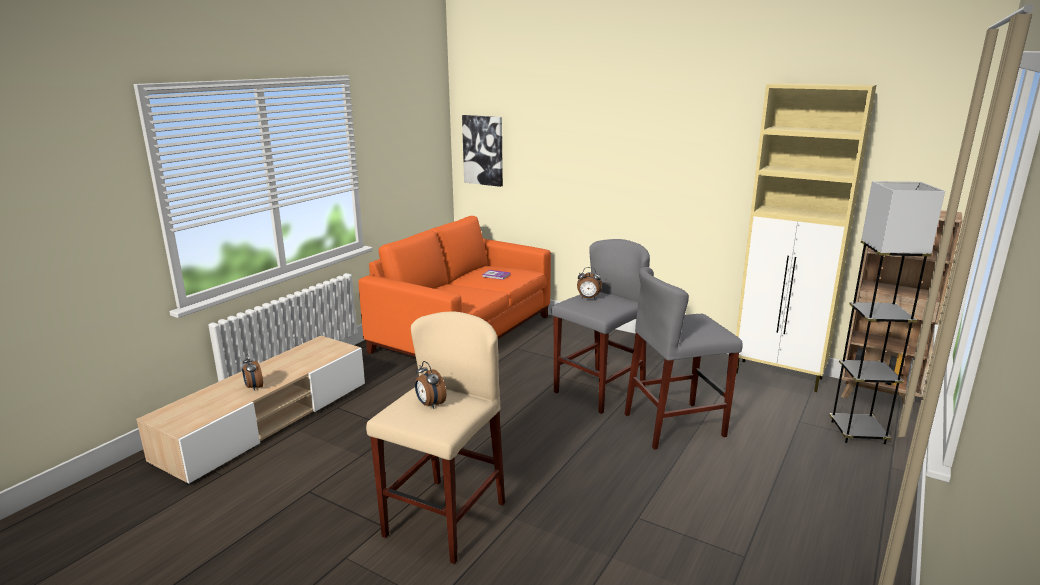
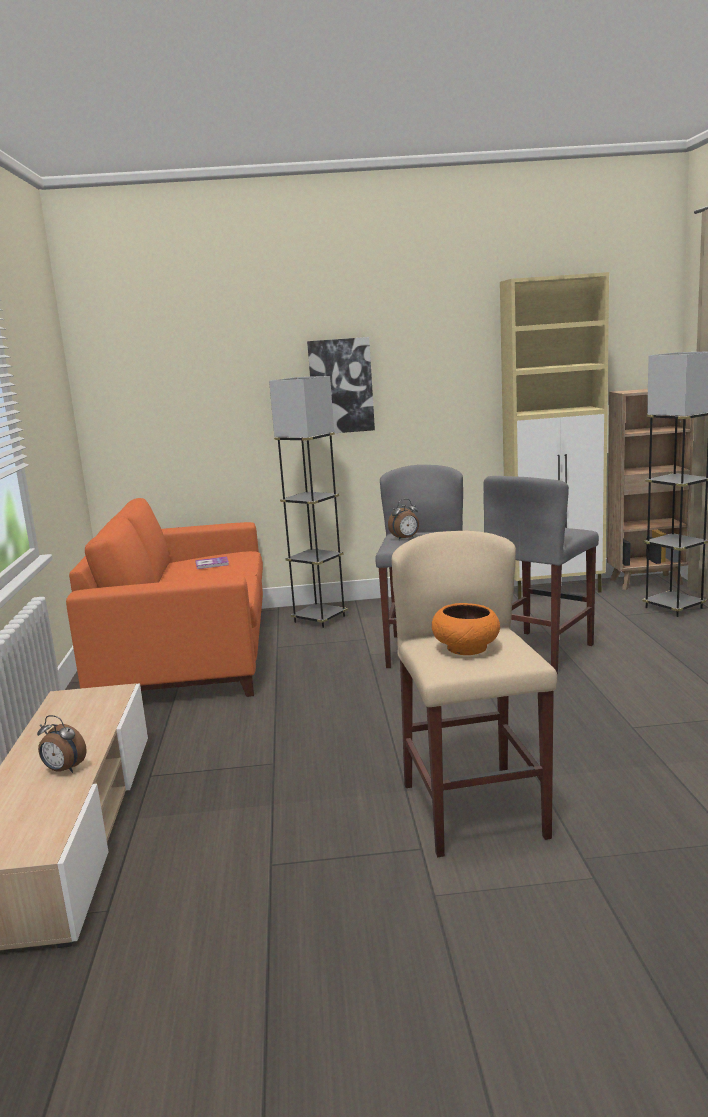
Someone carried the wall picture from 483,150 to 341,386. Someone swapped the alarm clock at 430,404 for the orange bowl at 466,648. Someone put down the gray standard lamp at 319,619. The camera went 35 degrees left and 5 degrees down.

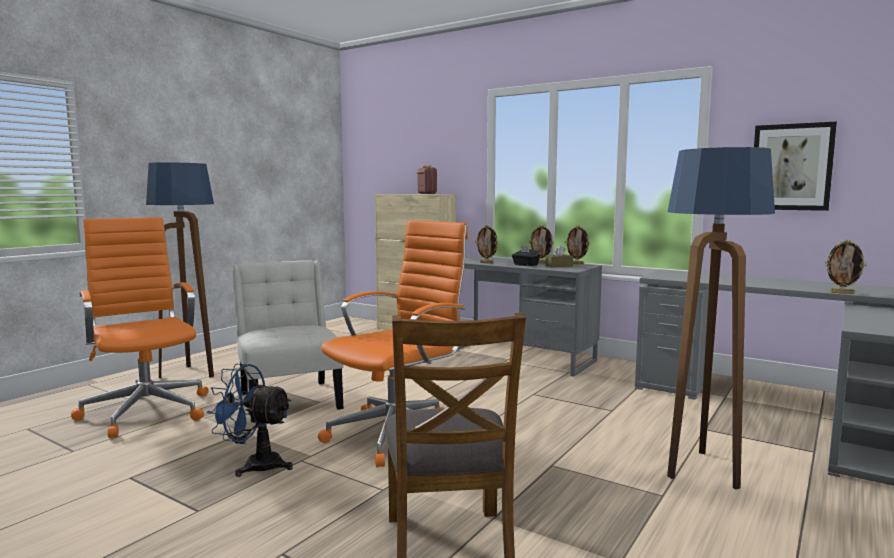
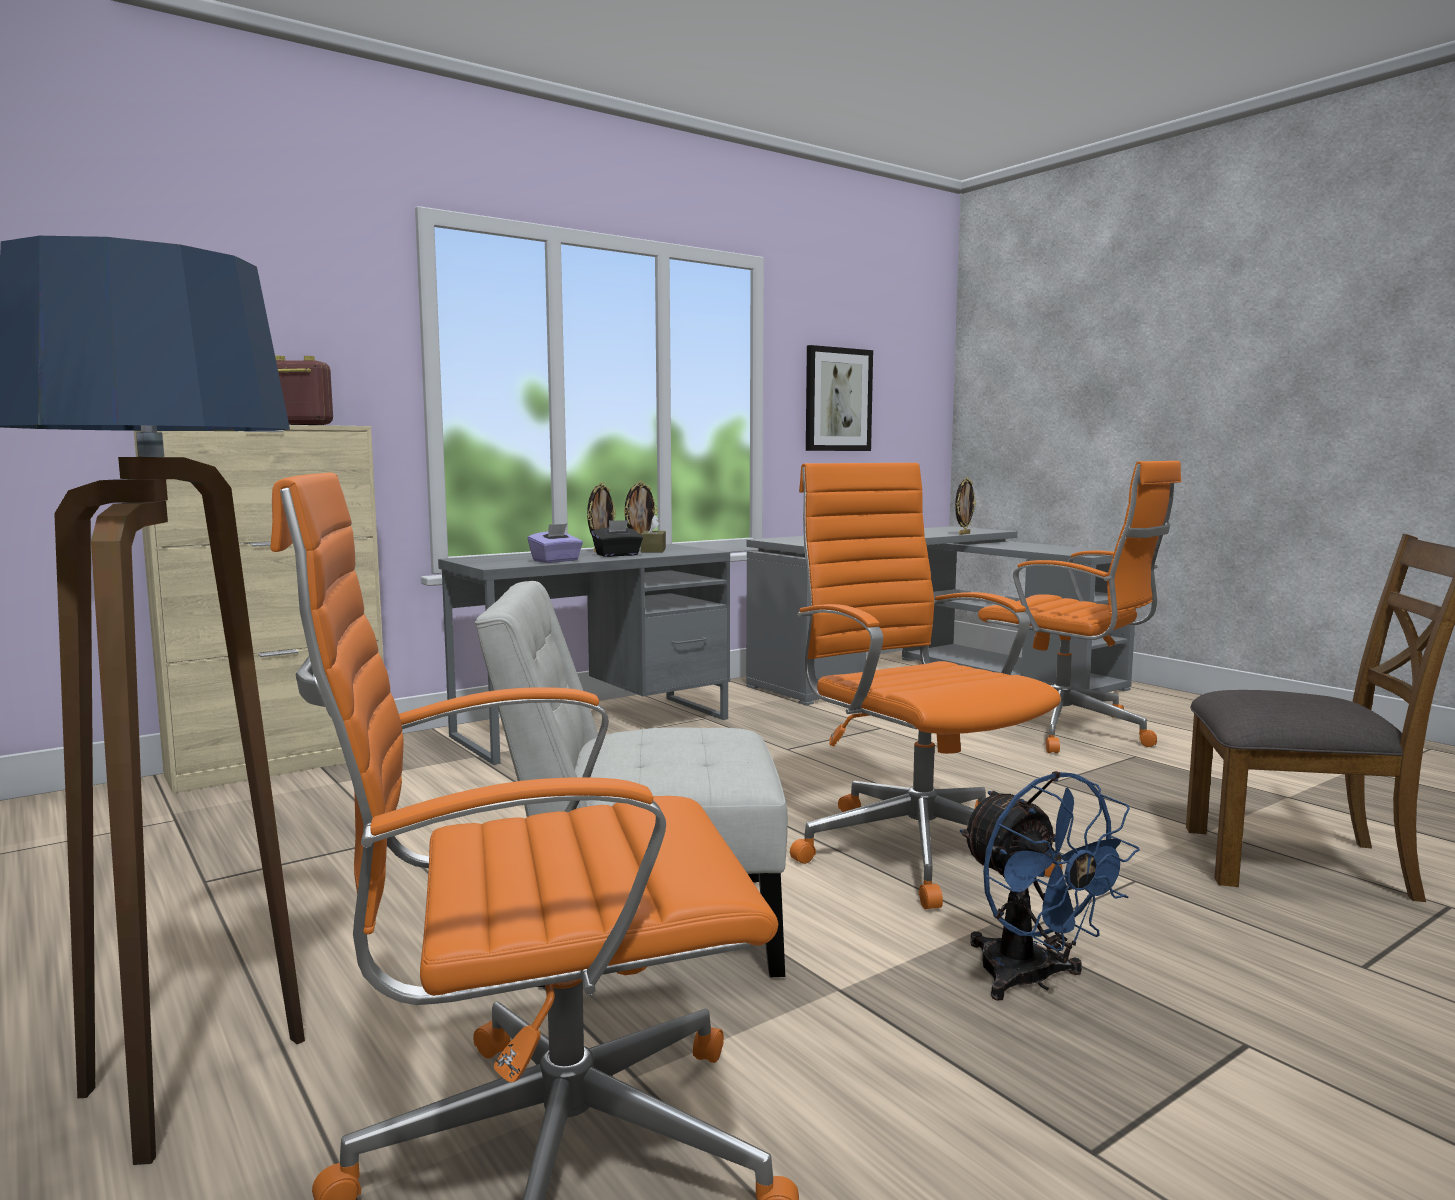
Someone swapped the standard lamp at 702,468 for the orange office chair at 1067,731. Someone swapped the photo frame at 486,263 for the purple-coloured tissue box at 556,561. Someone rotated the blue fan at 255,465 by 60 degrees counterclockwise. The camera went 70 degrees left and 0 degrees up.

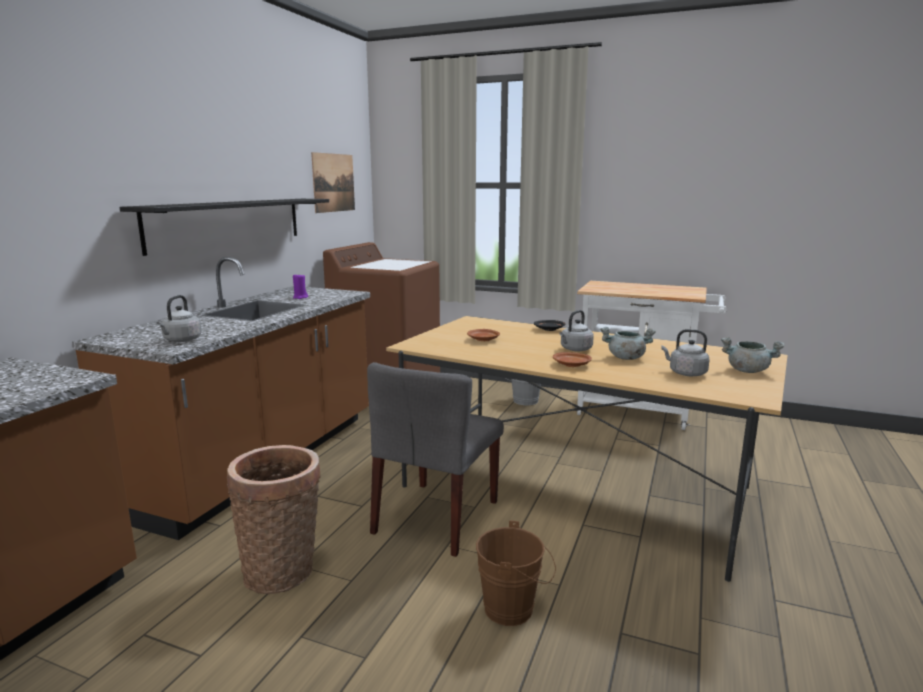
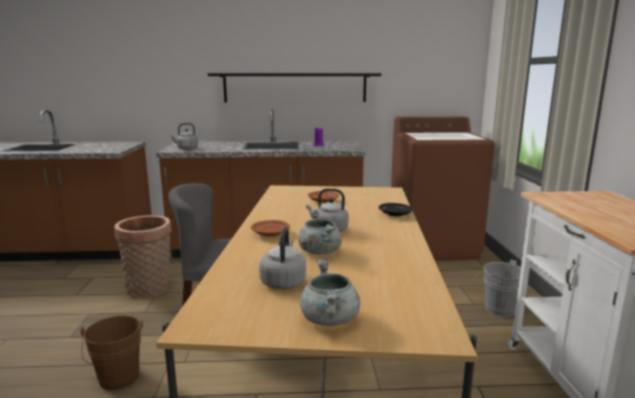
Someone took away the wall picture at 333,182. The camera went 65 degrees right and 0 degrees up.

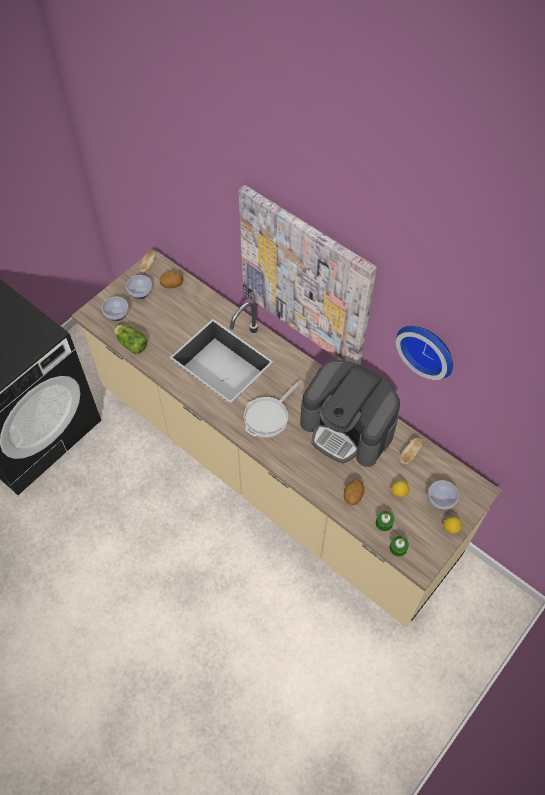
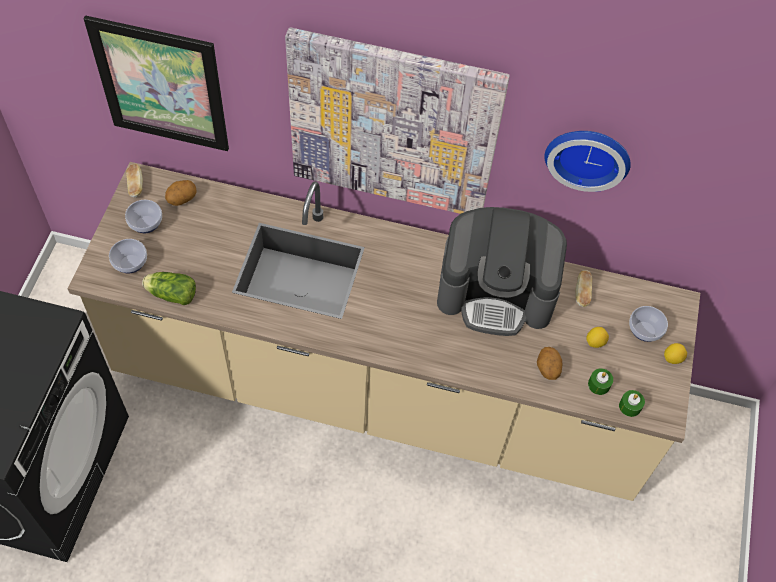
Someone took away the skillet at 268,416. Someone put up the wall picture at 161,85. The camera went 30 degrees left and 0 degrees up.

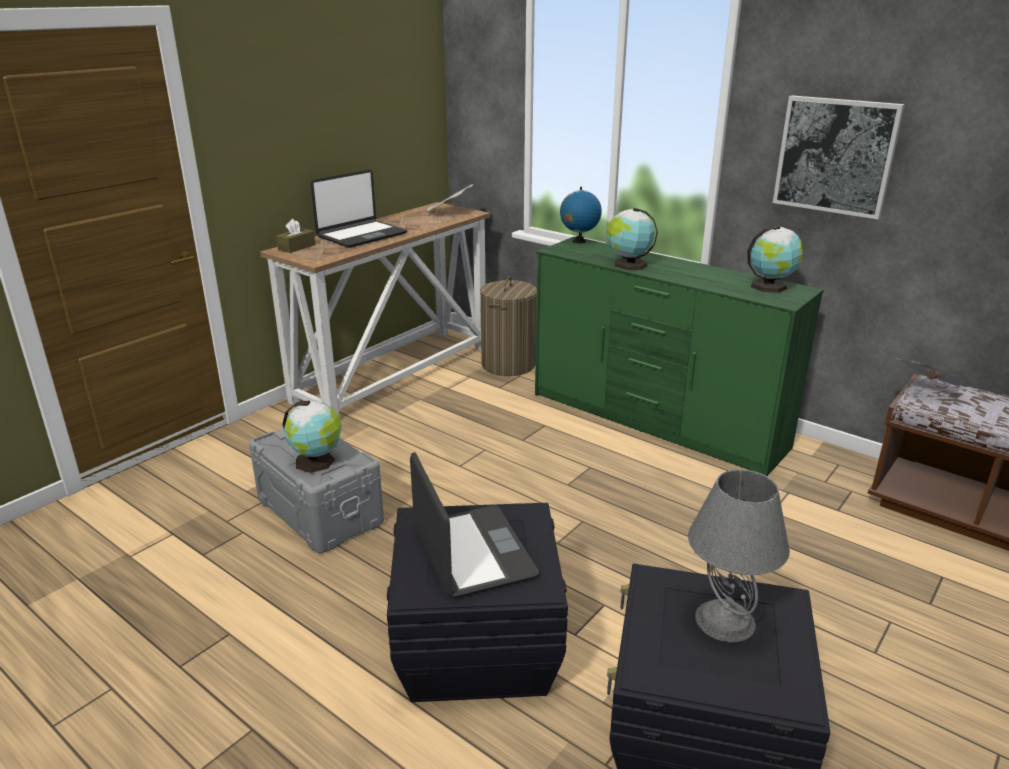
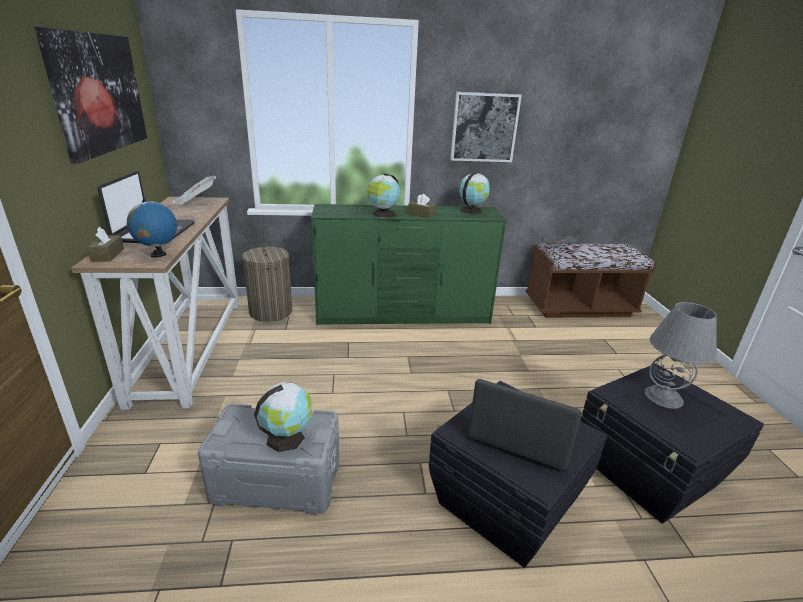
Someone carried the world globe from 579,241 to 158,255. Someone put up the wall picture at 98,93. Someone put down the brown-coloured tissue box at 421,214. The camera went 45 degrees left and 0 degrees up.

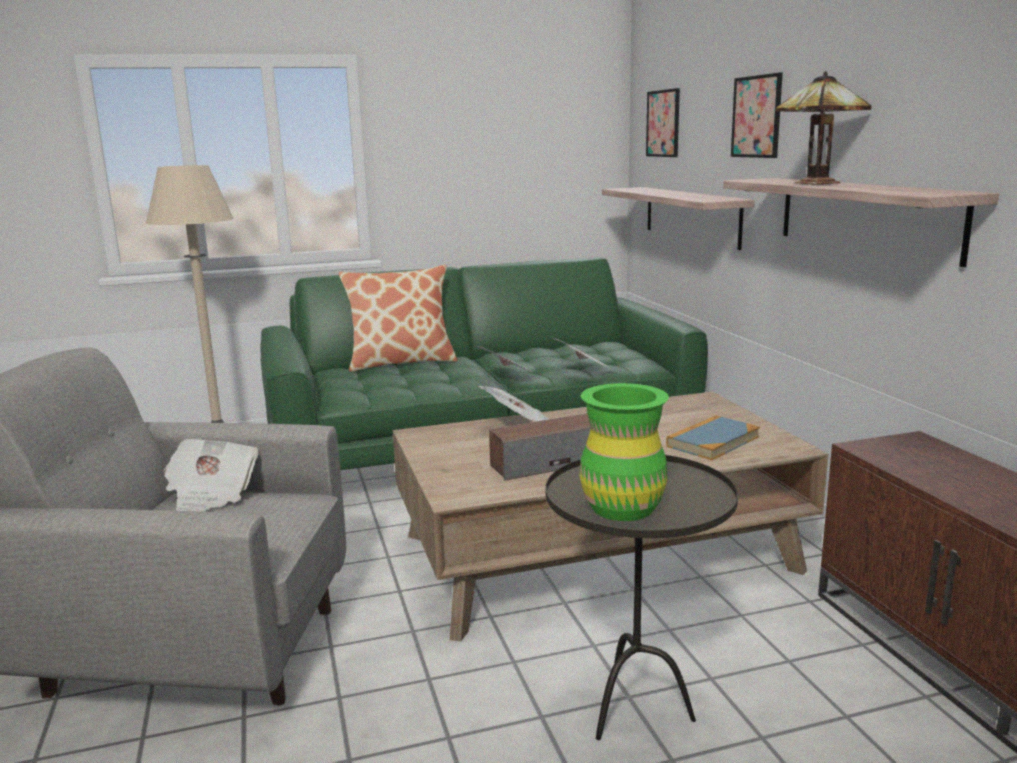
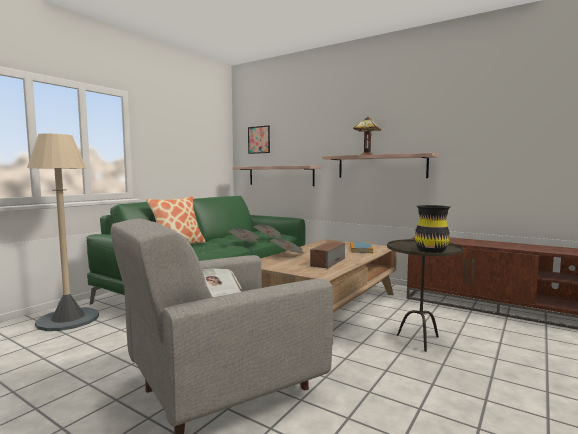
Someone took away the wall picture at 756,117. Someone repainted the green-coloured decorative vase at 622,507, which became the blackish decorative vase at 431,250. The camera went 40 degrees left and 10 degrees down.

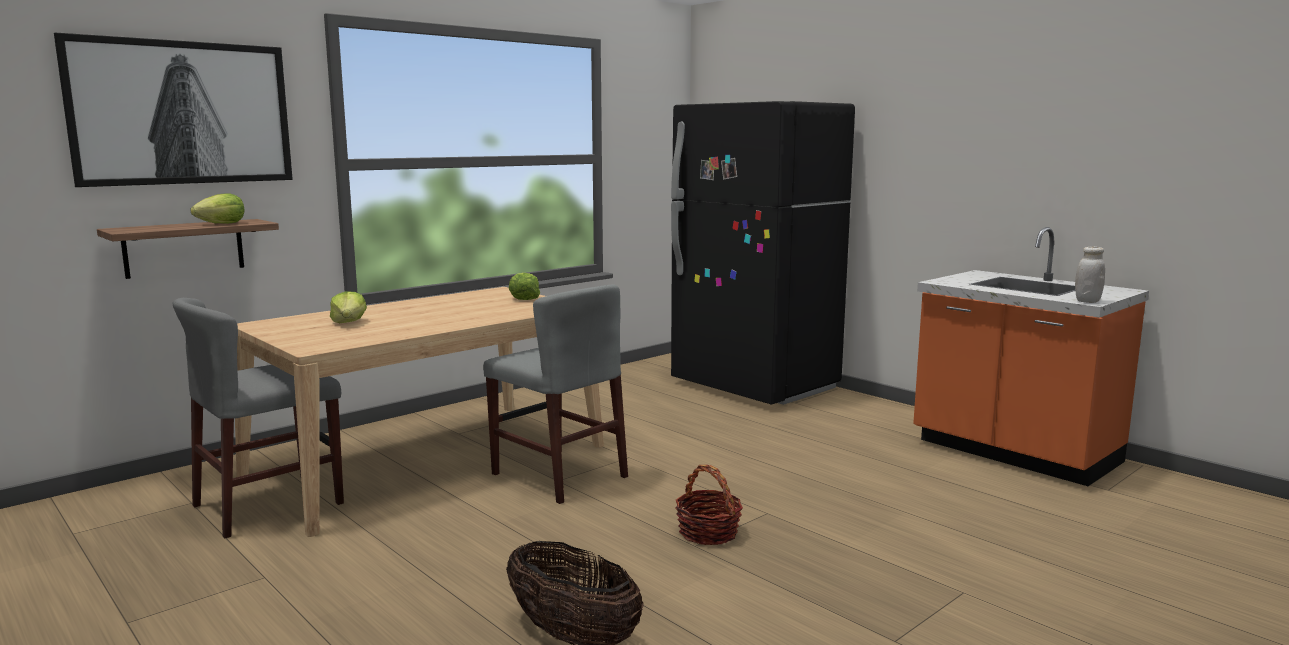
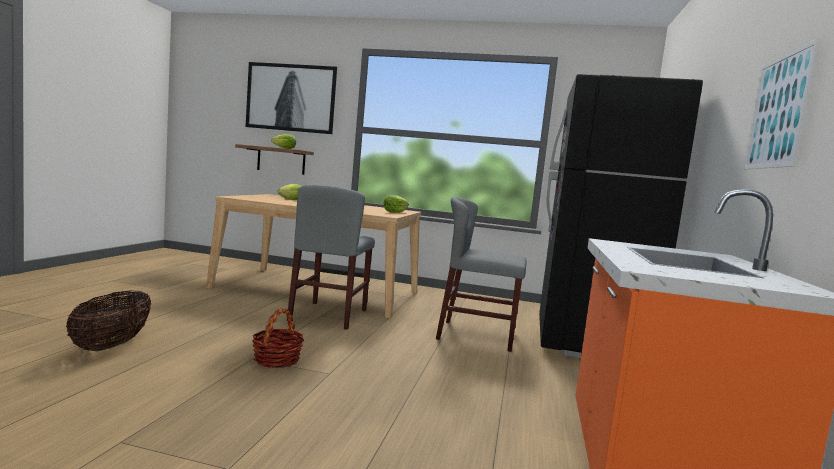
Someone took away the whitish jar at 1087,301. Someone carried the gray plain chair from 269,504 to 476,335. Someone put up the wall picture at 778,111. The camera went 55 degrees right and 5 degrees down.

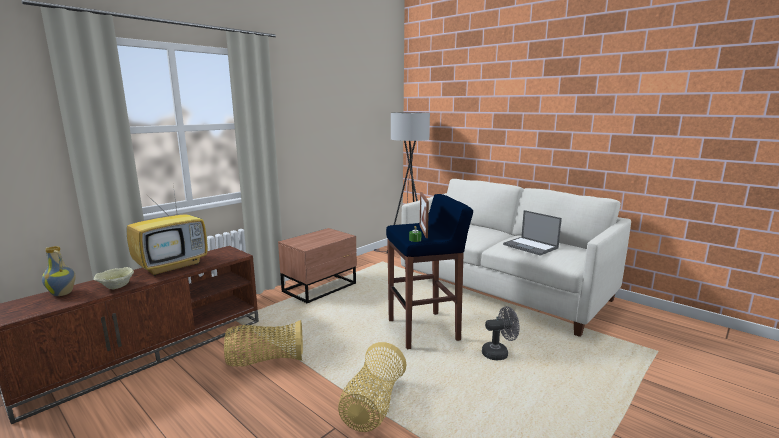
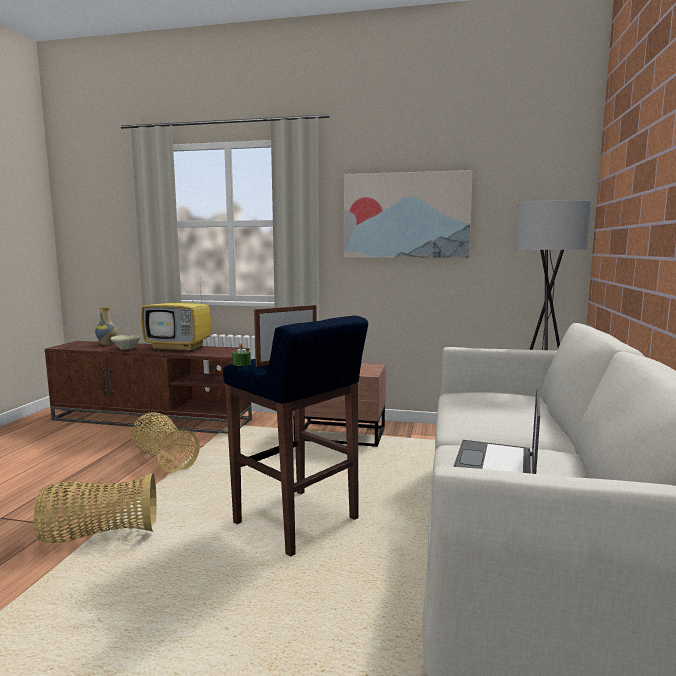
Someone took away the gray fan at 499,353. Someone put up the wall picture at 406,216. The camera went 60 degrees right and 5 degrees down.

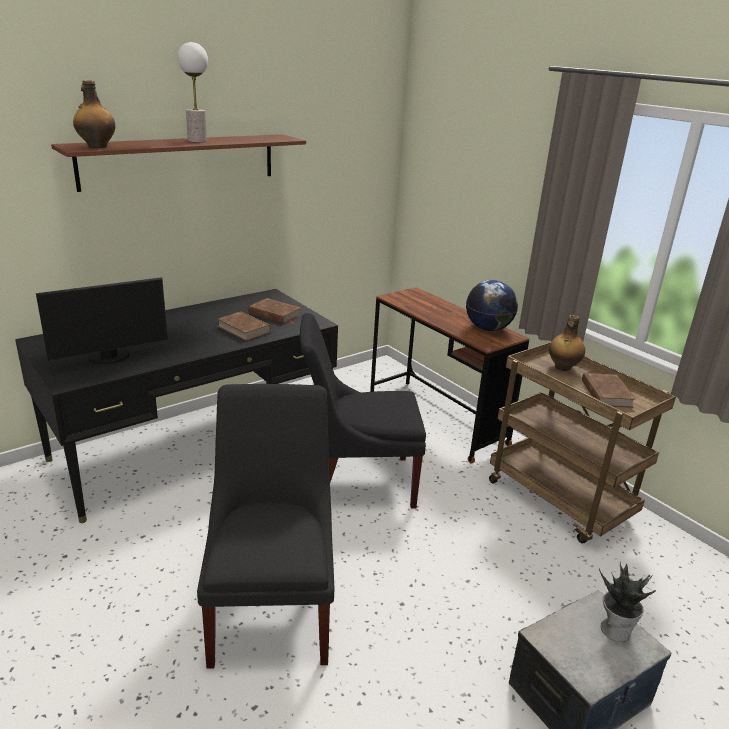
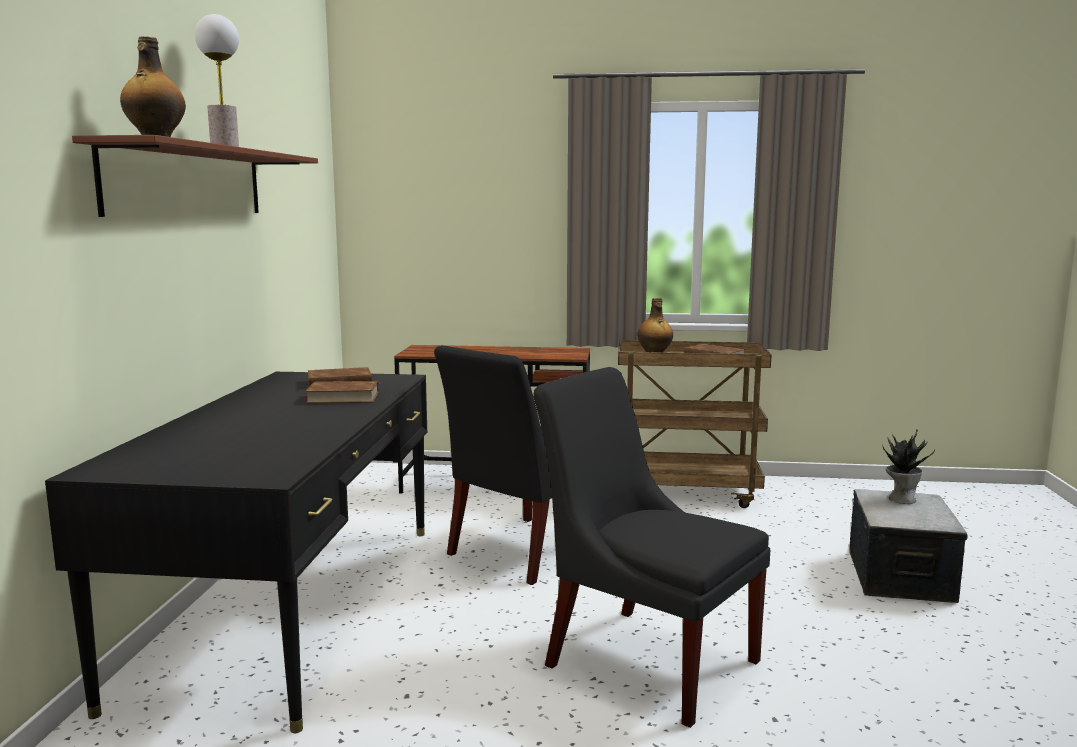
Someone took away the computer display at 110,357. Someone took away the world globe at 488,329. The camera went 45 degrees left and 15 degrees down.

